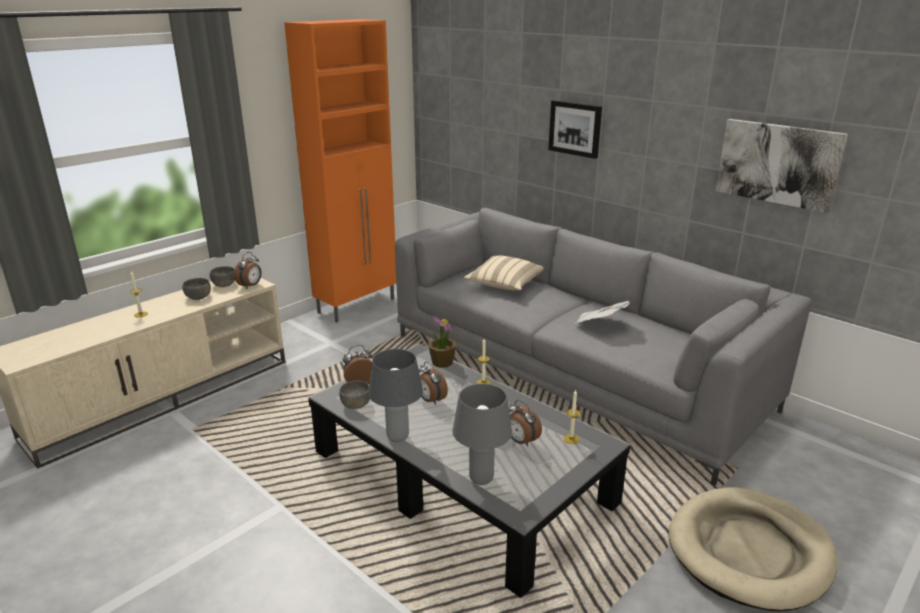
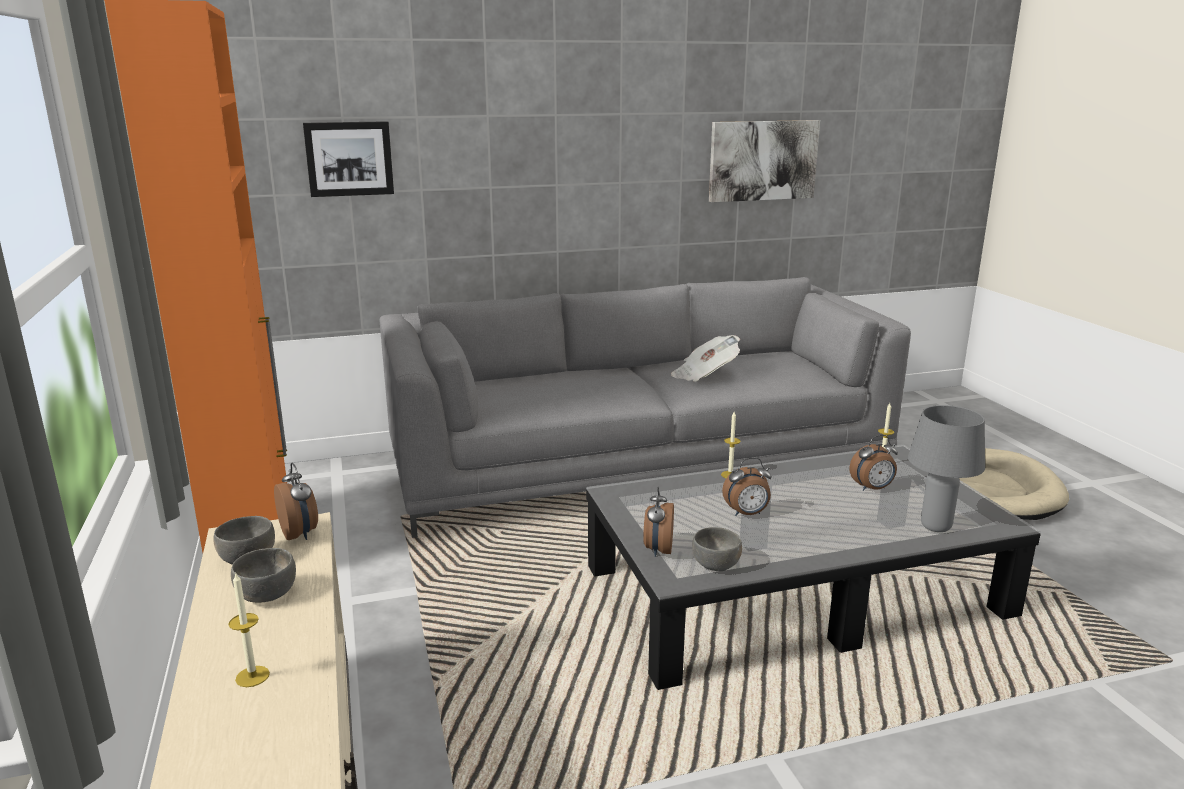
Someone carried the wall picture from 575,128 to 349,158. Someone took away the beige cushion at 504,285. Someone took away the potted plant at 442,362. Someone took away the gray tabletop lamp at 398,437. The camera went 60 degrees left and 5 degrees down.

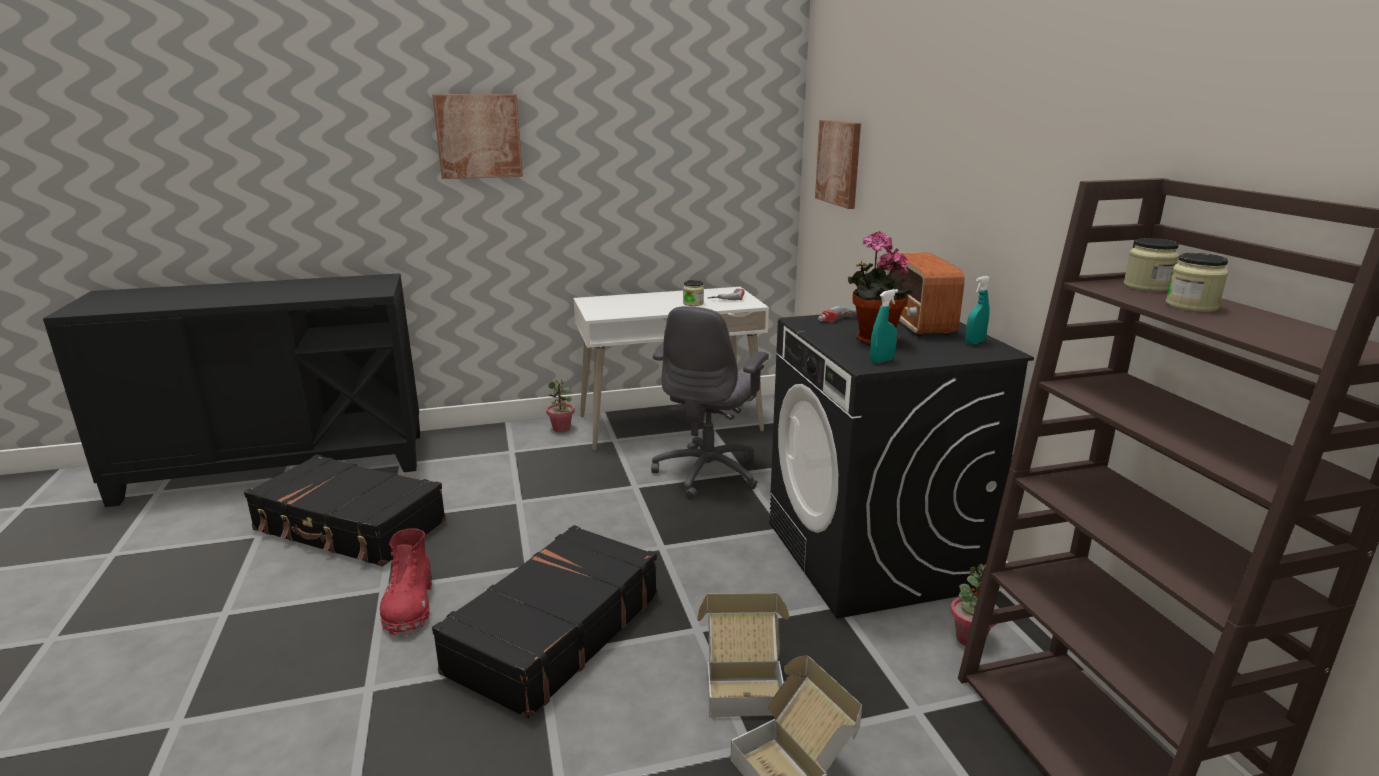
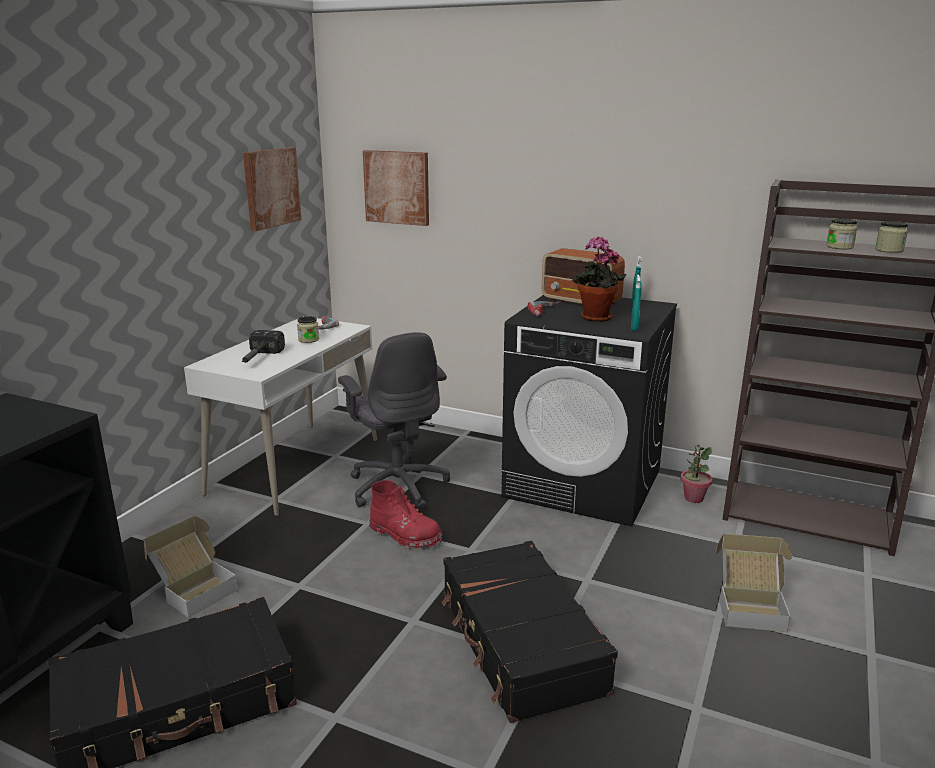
Someone carried the wall picture from 478,136 to 271,188. Someone carried the jar from 1146,286 to 889,250. Someone took away the potted plant at 561,428. Someone carried the reddish high-top boot from 409,607 to 405,536. Someone carried the cardboard box from 743,683 to 194,590. Someone put down the tool hammer at 258,359. The camera went 50 degrees left and 0 degrees up.

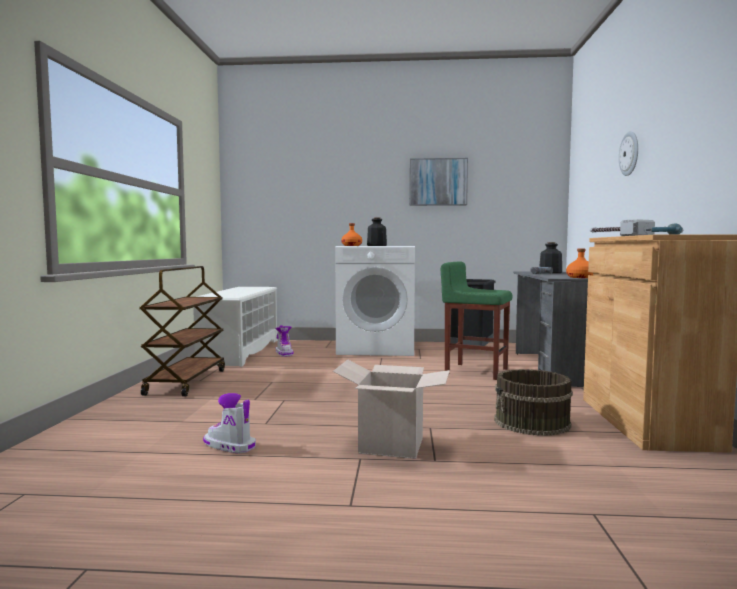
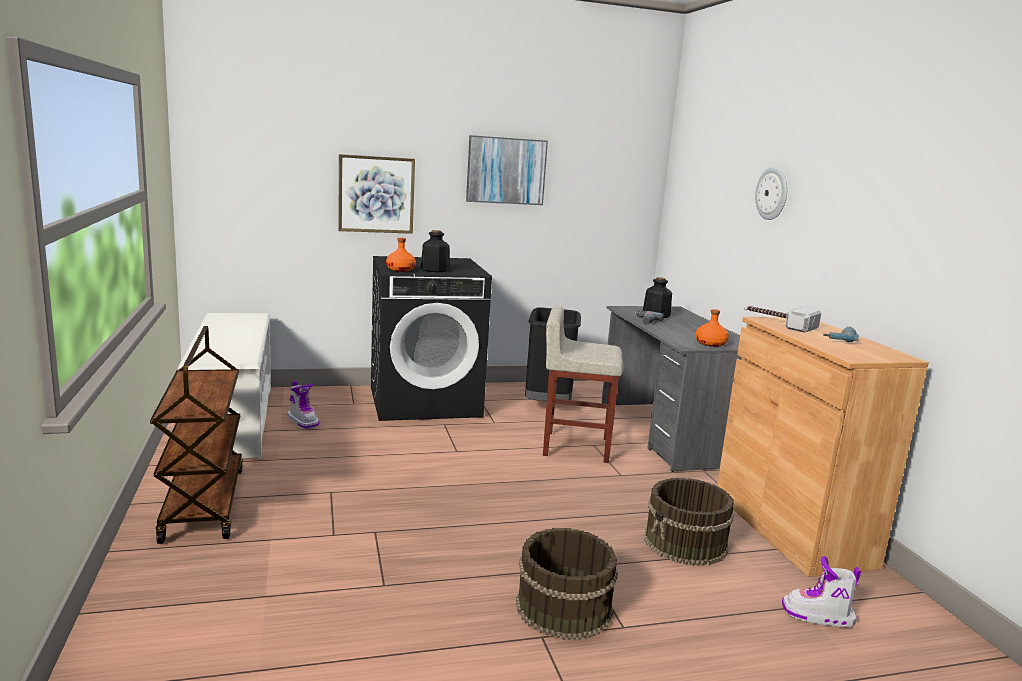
Someone repainted the whitish laundry appliance at 377,348, which became the blackish laundry appliance at 425,402. Someone repainted the green-coloured stool at 475,371, which became the beige stool at 575,446. Someone swapped the cardboard box at 391,445 for the brown-coloured bucket at 562,607. Someone carried the high-top boot from 229,446 to 818,616. Someone put up the wall picture at 376,194. The camera went 20 degrees left and 10 degrees up.

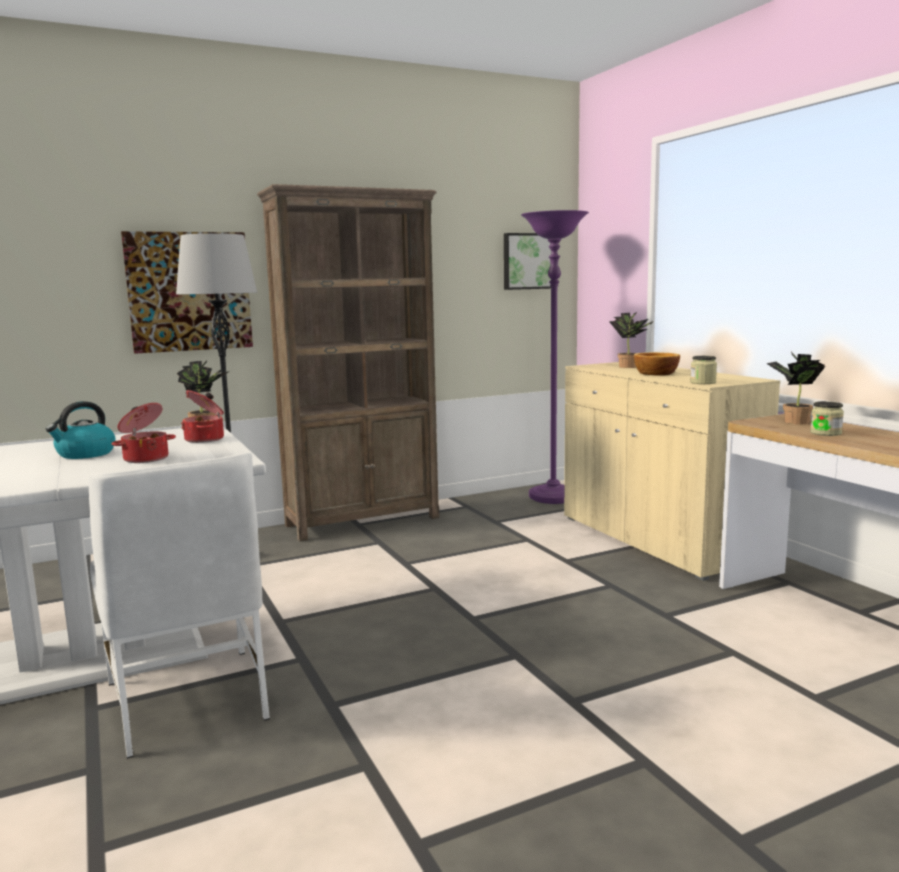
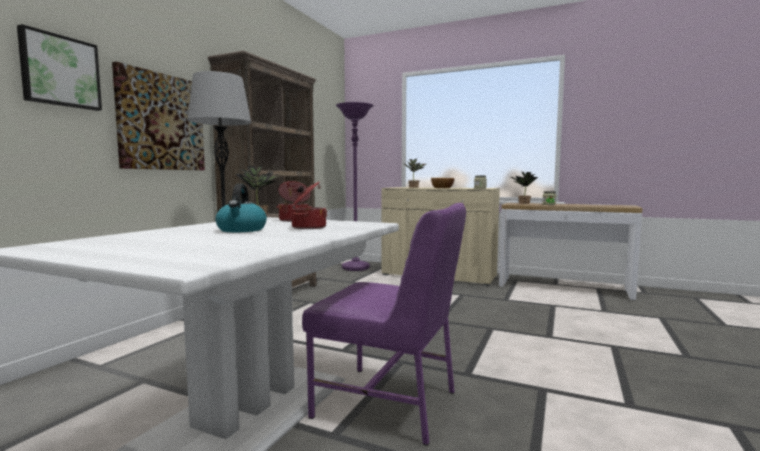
Someone carried the wall picture from 527,261 to 60,71. Someone repainted the whitish plain chair at 188,701, which became the purple-coloured plain chair at 389,403. The camera went 40 degrees left and 5 degrees down.

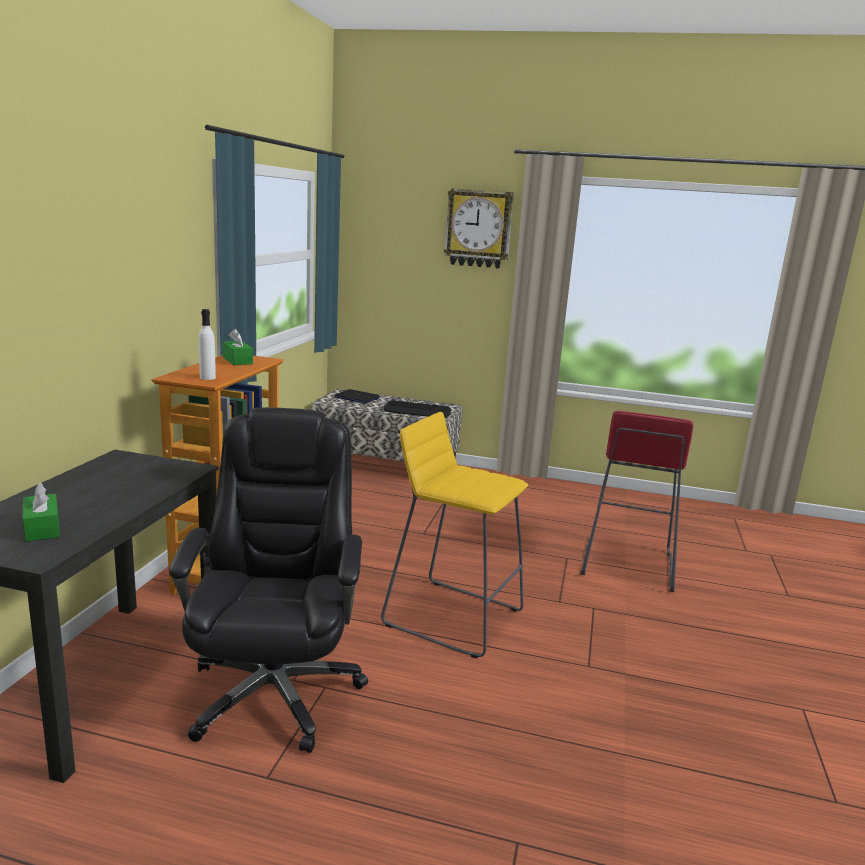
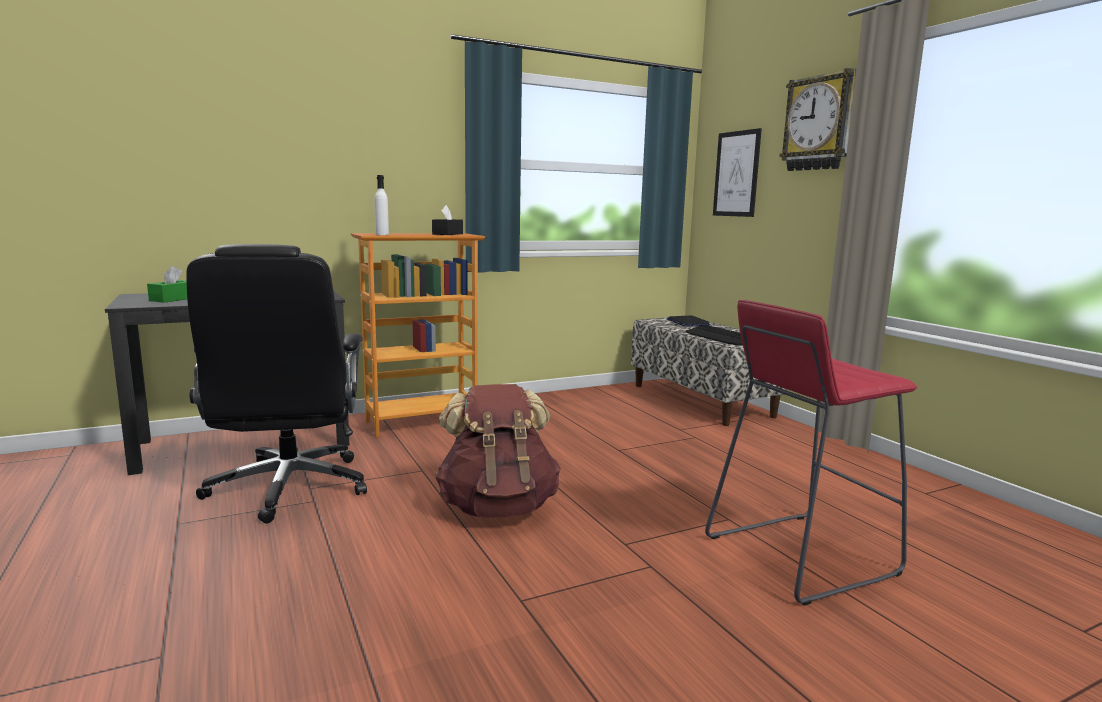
Someone repainted the green-coloured tissue box at 237,360, which became the blackish tissue box at 447,234. Someone rotated the blackish office chair at 275,690 by 120 degrees clockwise. Someone swapped the yellow-coloured stool at 452,616 for the brown-coloured backpack at 498,507. Someone put up the wall picture at 736,174. The camera went 50 degrees right and 5 degrees down.

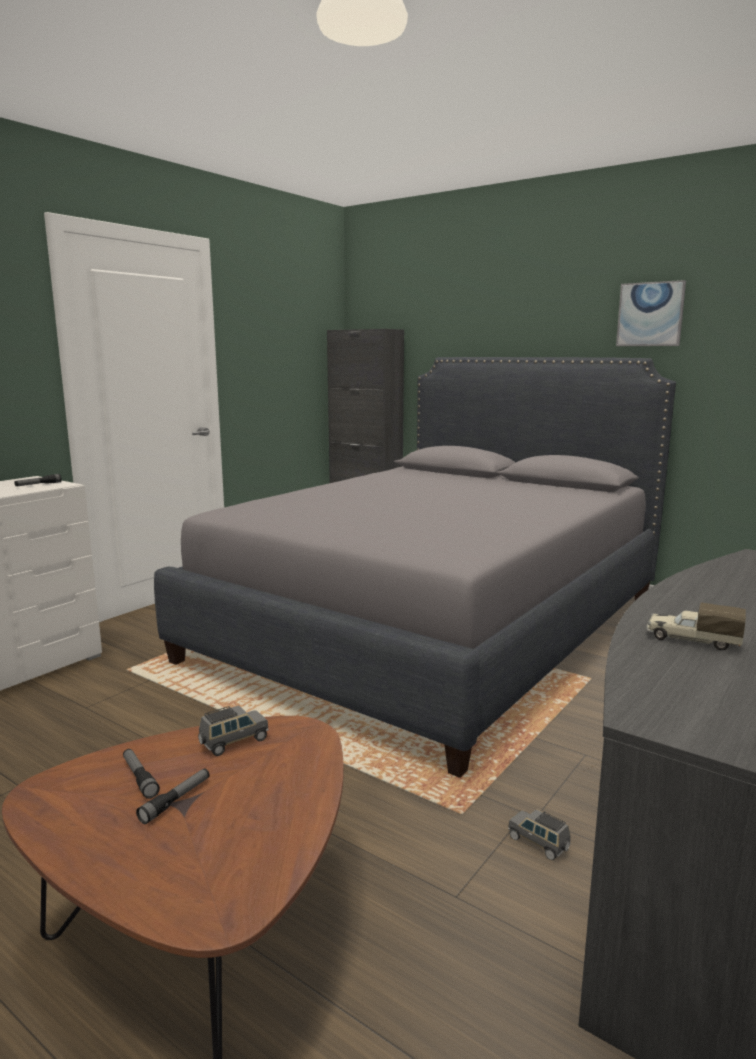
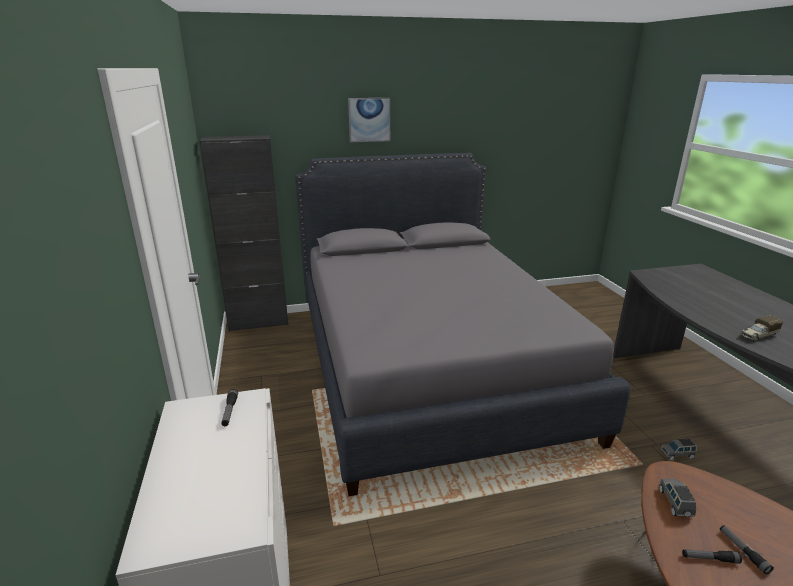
Someone carried the wall picture from 650,314 to 369,120. The camera went 50 degrees left and 10 degrees up.

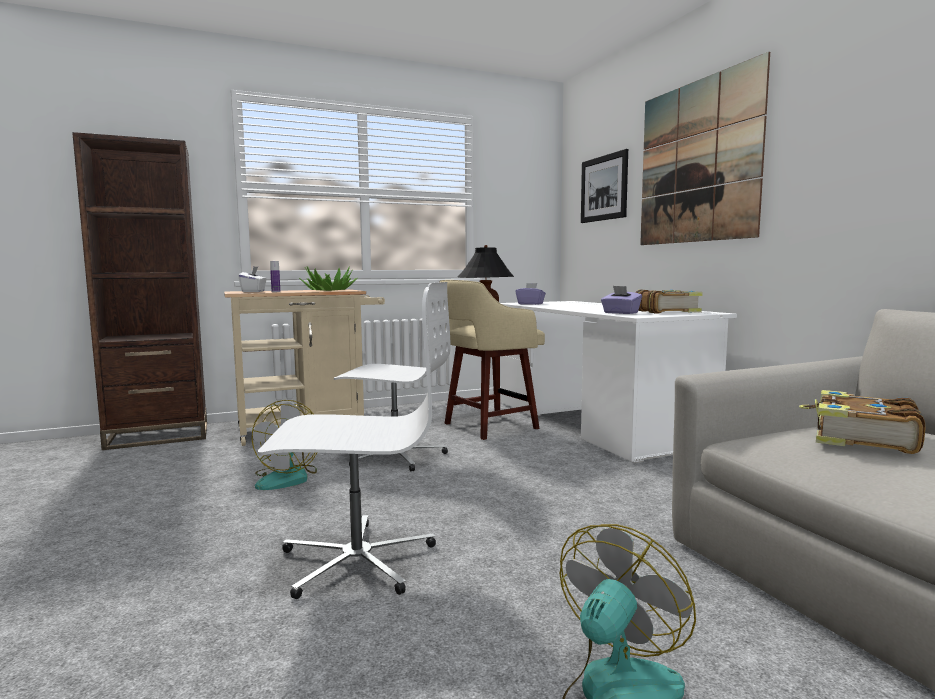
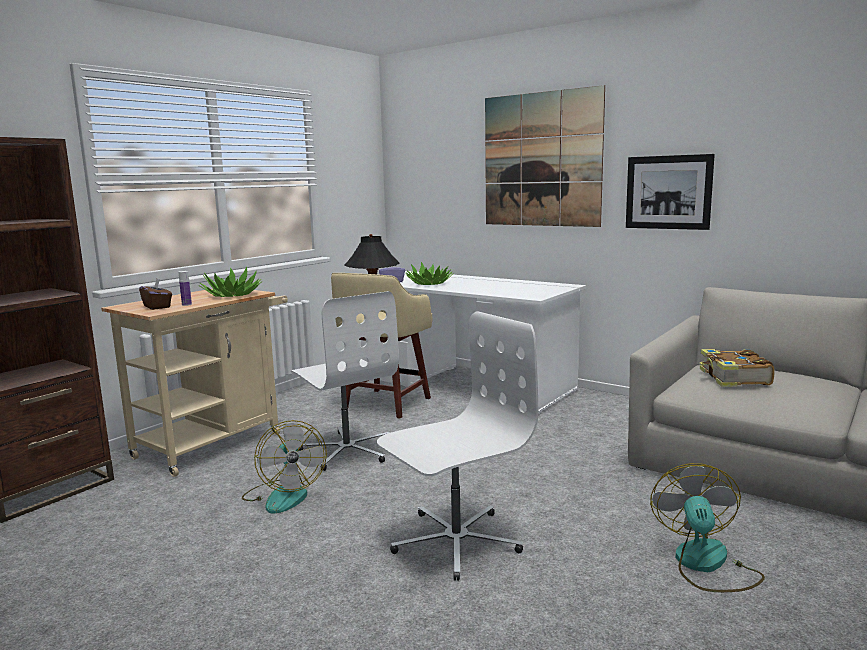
Someone carried the wall picture from 604,188 to 668,192. Someone repainted the whitish tissue box at 254,291, which became the brown-coloured tissue box at 157,307. Someone rotated the whitish office chair at 395,455 by 75 degrees clockwise. Someone took away the purple-coloured tissue box at 620,313. Someone took away the bound book at 666,311. Someone put down the potted plant at 429,283. The camera went 30 degrees left and 5 degrees up.

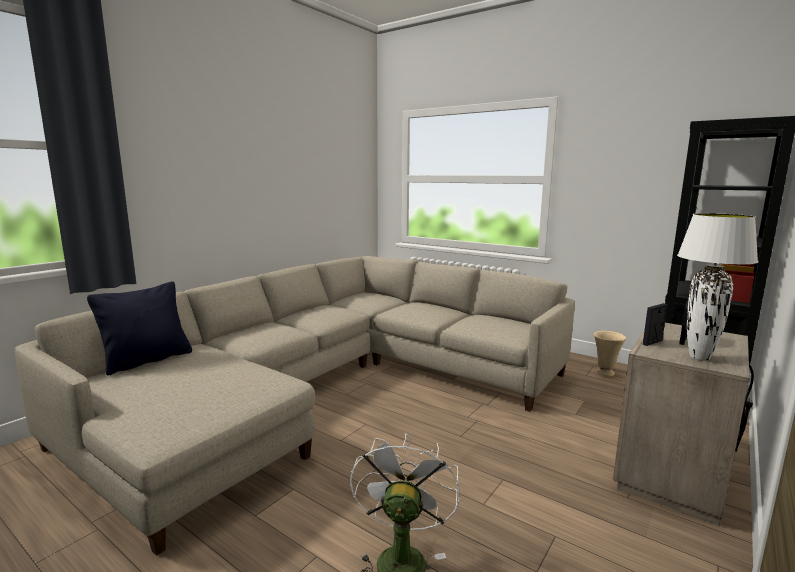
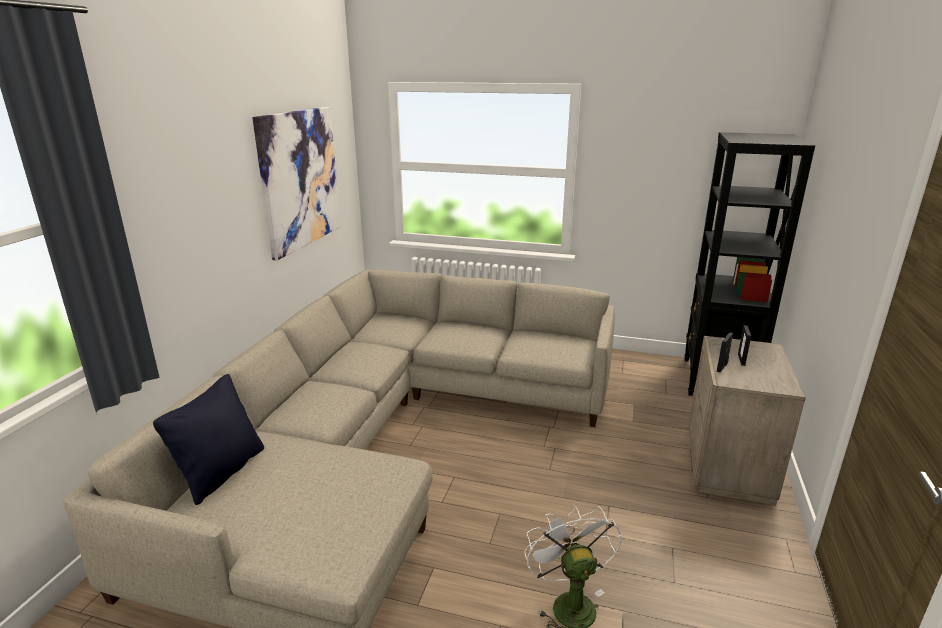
Someone took away the whitish tabletop lamp at 698,358. Someone took away the beige decorative vase at 605,373. Someone put up the wall picture at 300,179. The camera went 20 degrees left and 10 degrees up.

